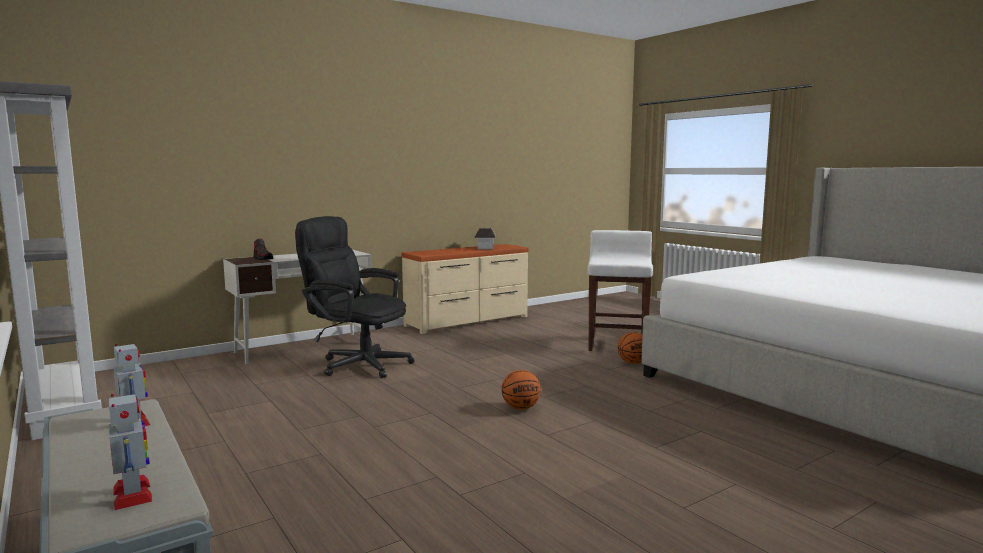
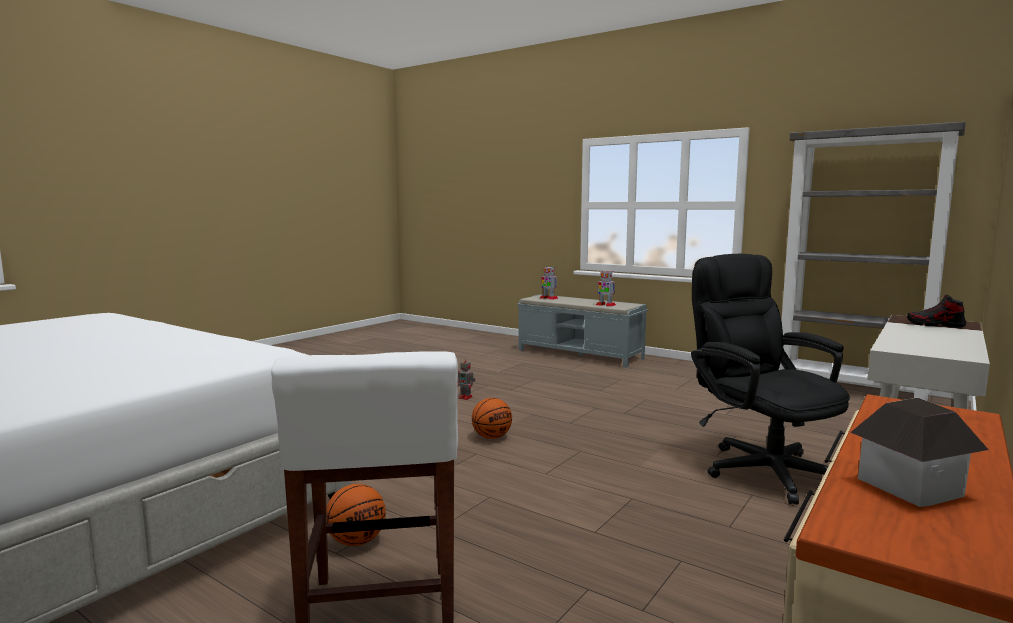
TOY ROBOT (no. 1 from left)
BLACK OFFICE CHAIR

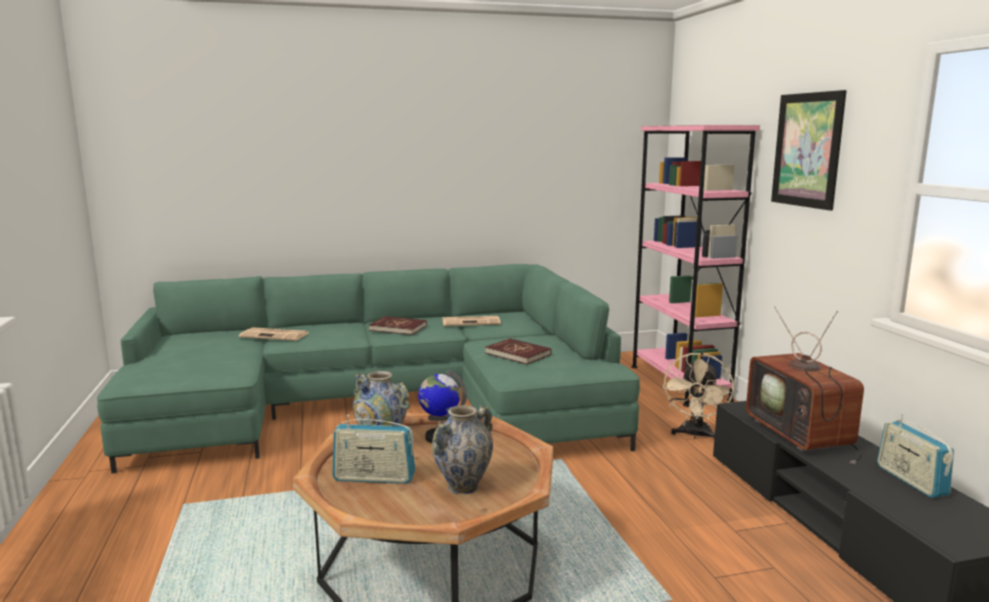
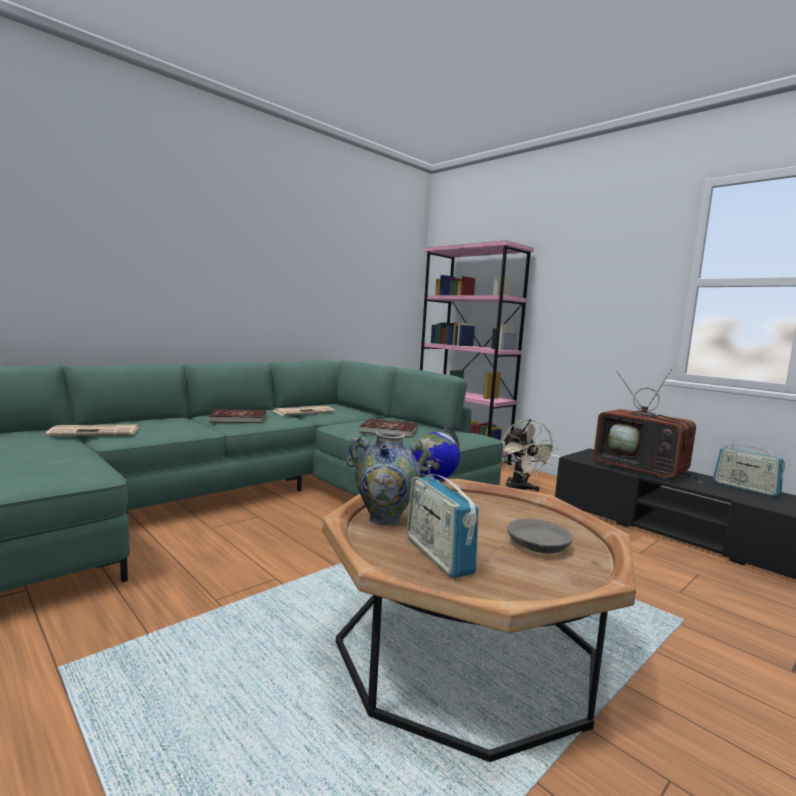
RADIO (no. 1 from left)
GREY BOWL
PICTURE

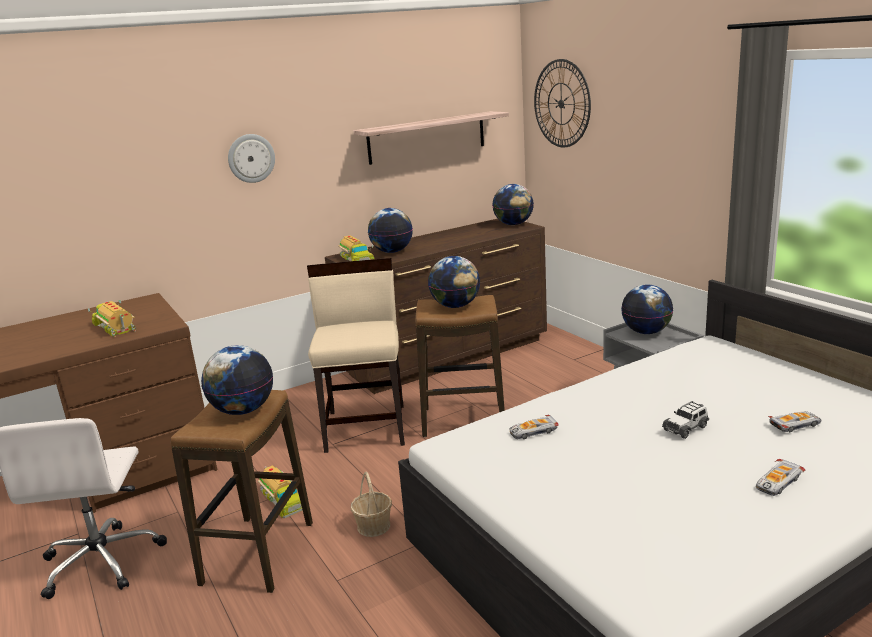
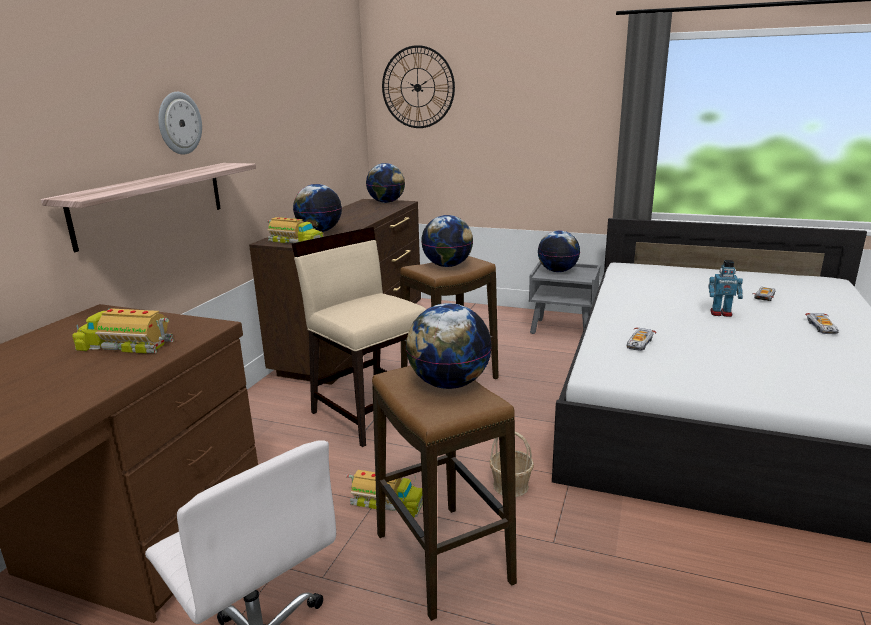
SHELF
TOY ROBOT

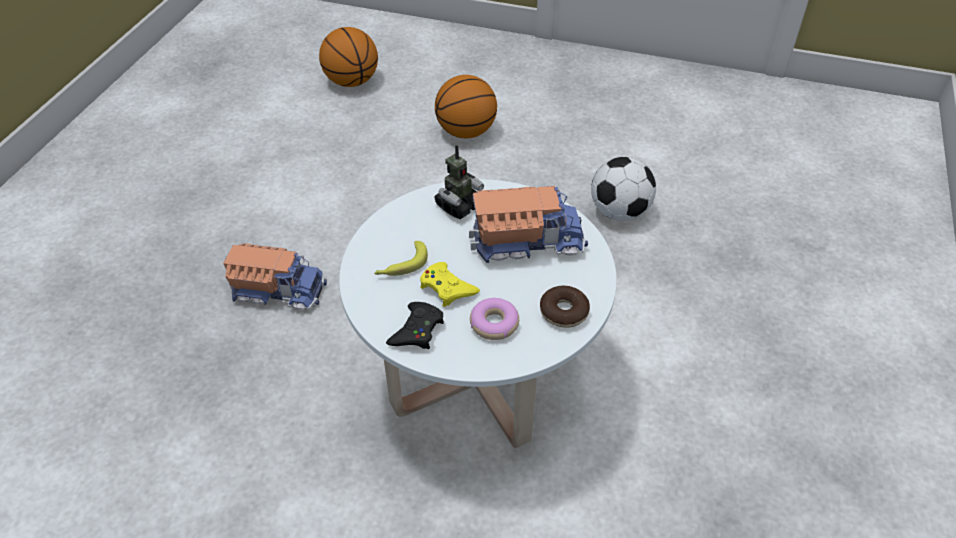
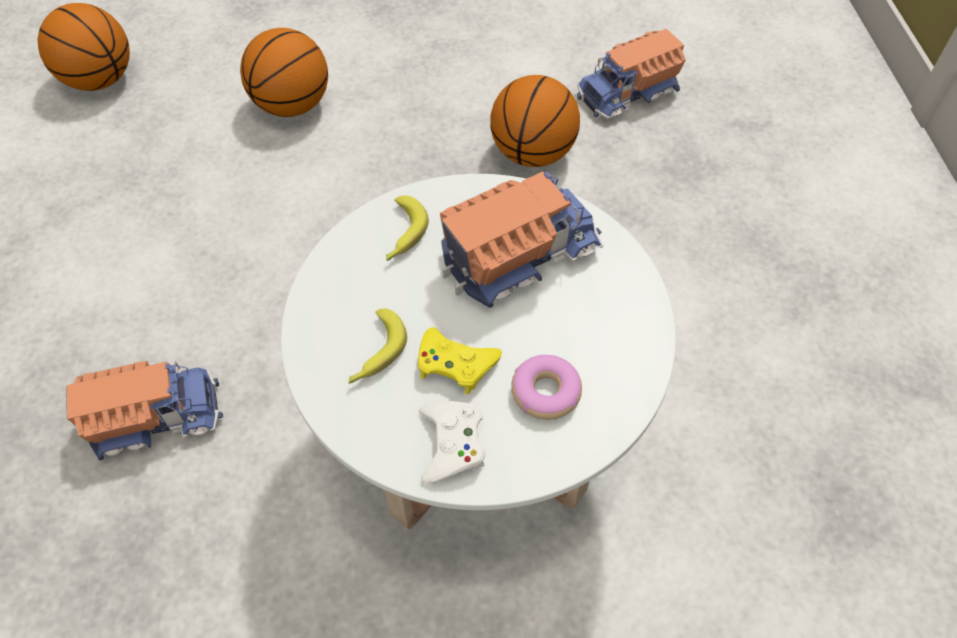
BANANA (no. 2 from left)
WHITE GAME CONTROLLER
BASKETBALL (no. 3 from left)
TOY TRUCK (no. 3 from left)
DONUT (no. 2 from left in the first image)

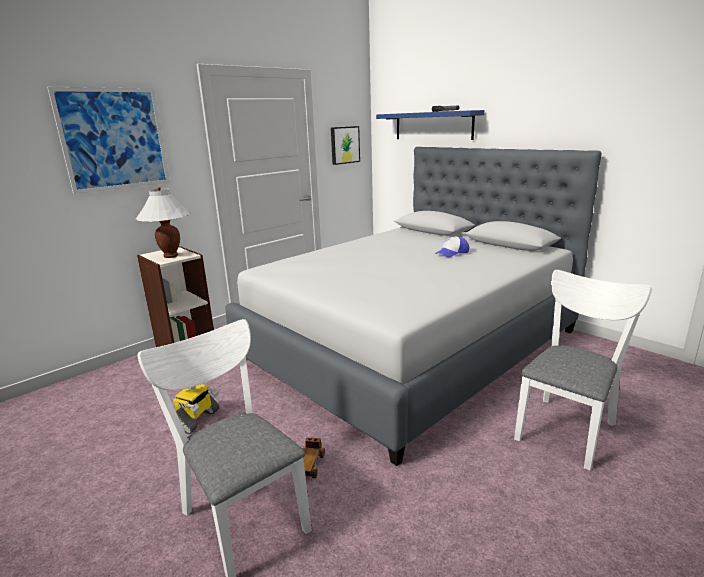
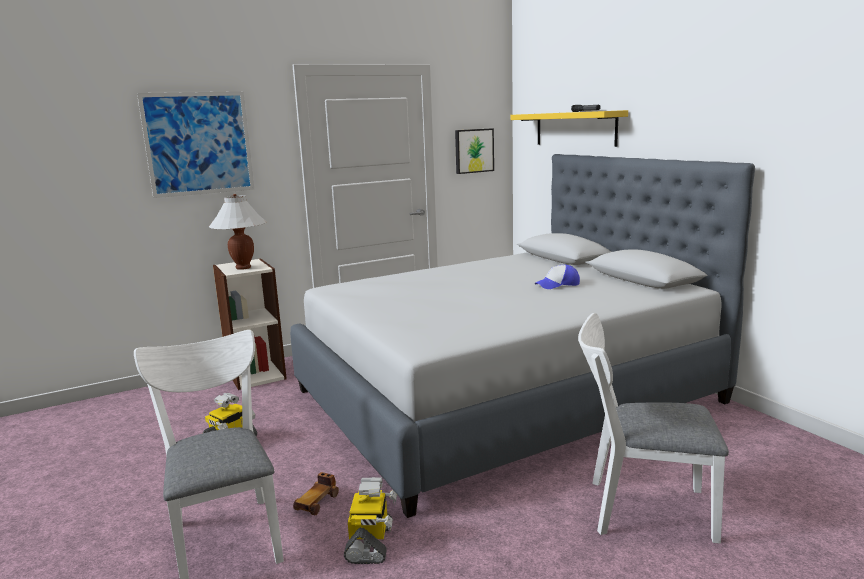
TOY ROBOT (no. 2 from left)
YELLOW SHELF
WHITE CHAIR (no. 2 from left)

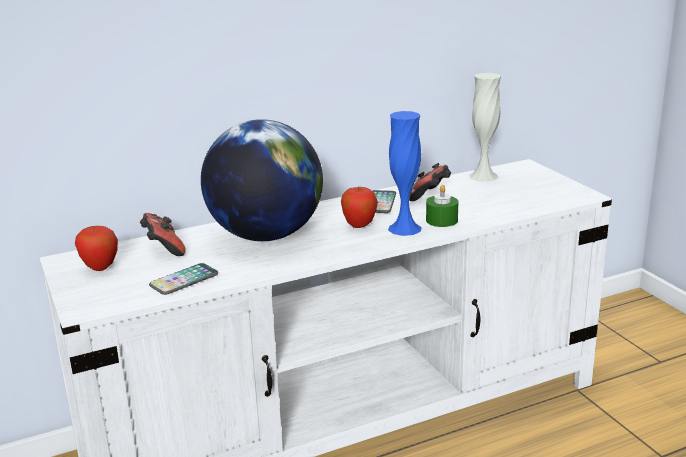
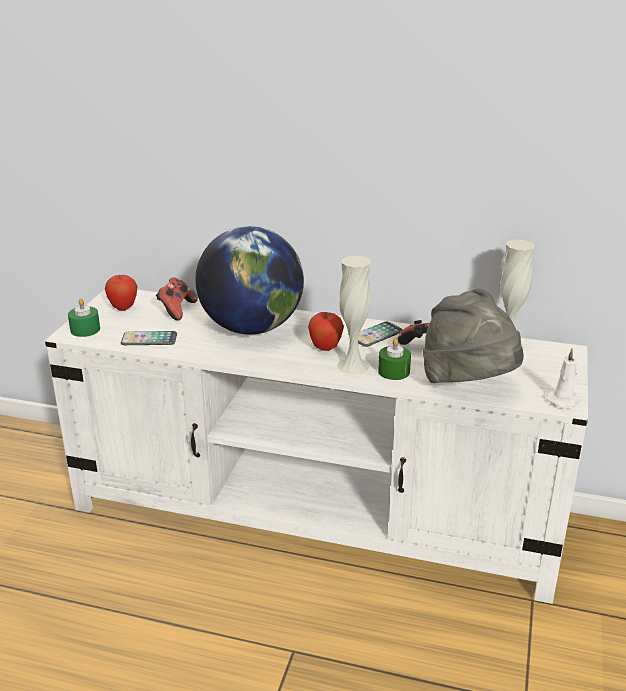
GREEN CANDLE (no. 1 from left)
WHITE VASE (no. 1 from left)
GREY HAT
WHITE CANDLE

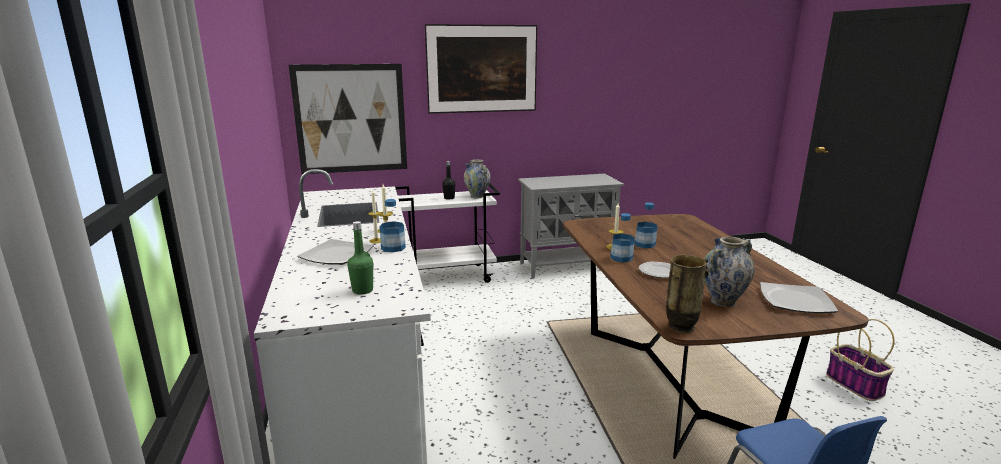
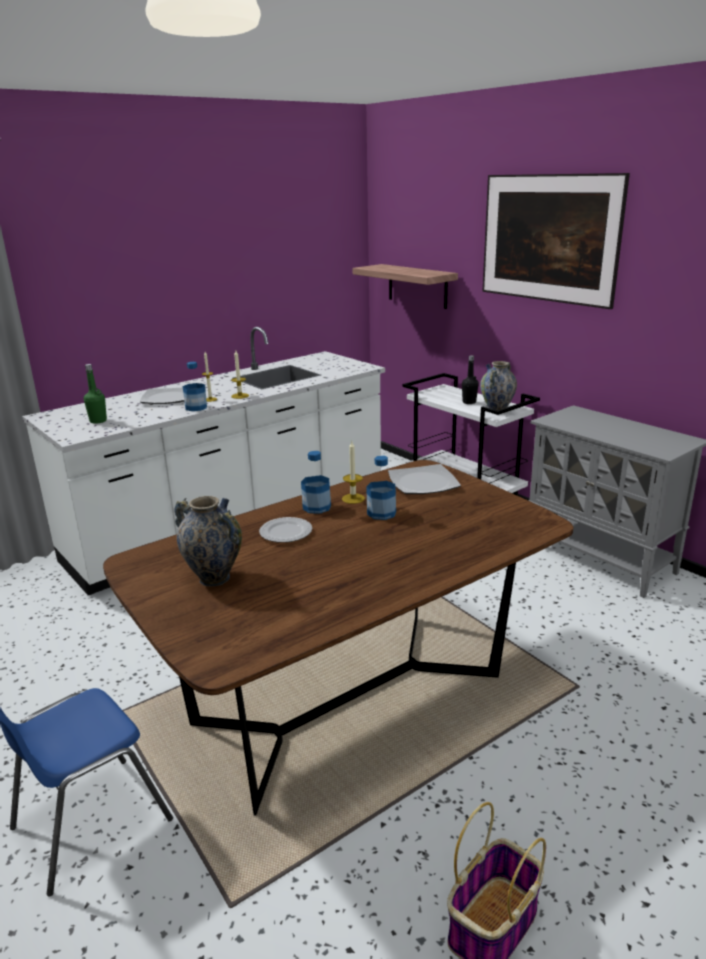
SHELF
PLATE (no. 3 from left)
VASE (no. 2 from left in the first image)

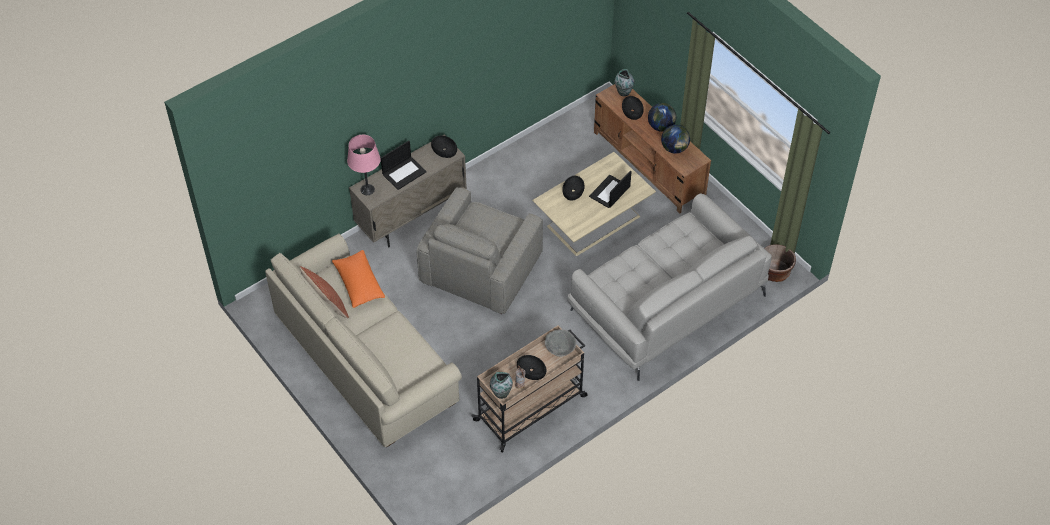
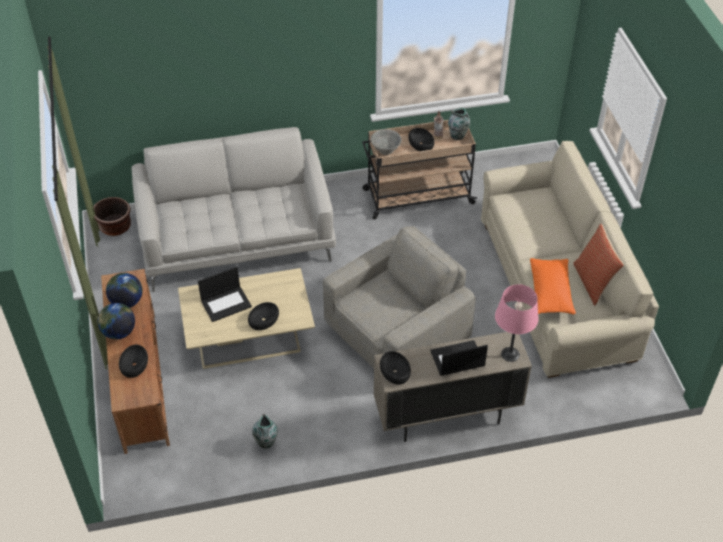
VASE (no. 1 from left)

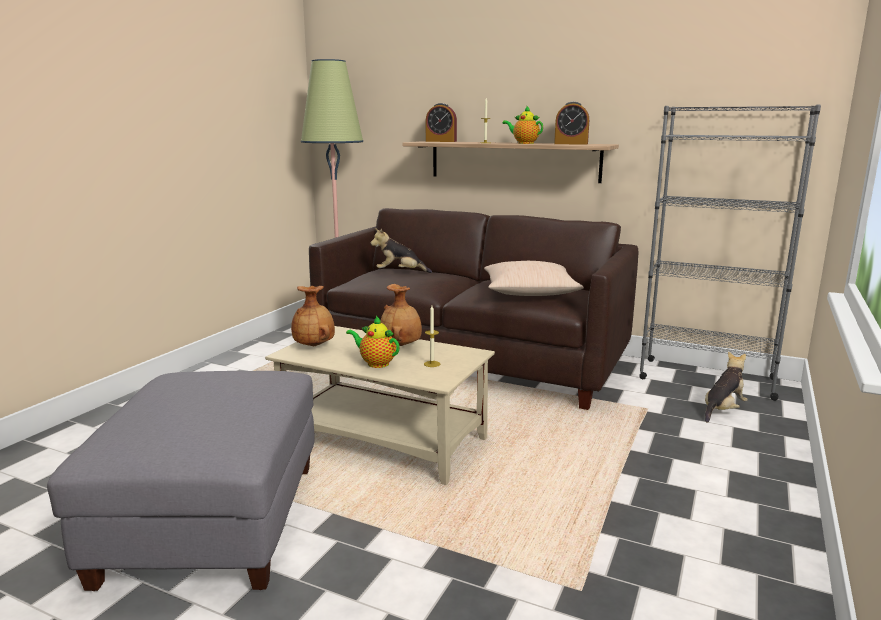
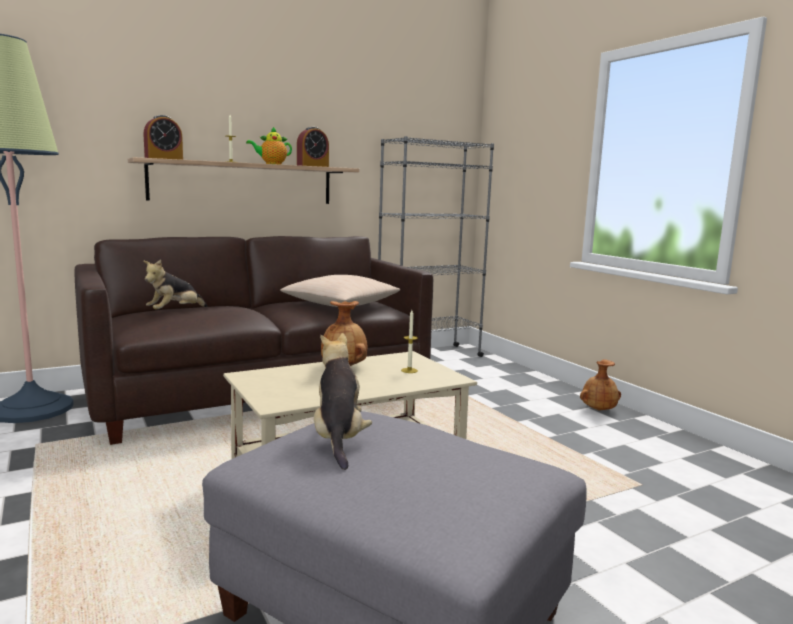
PLUSH TOY (no. 2 from left)
BROWN VASE (no. 2 from left)
TEAPOT (no. 1 from left in the first image)

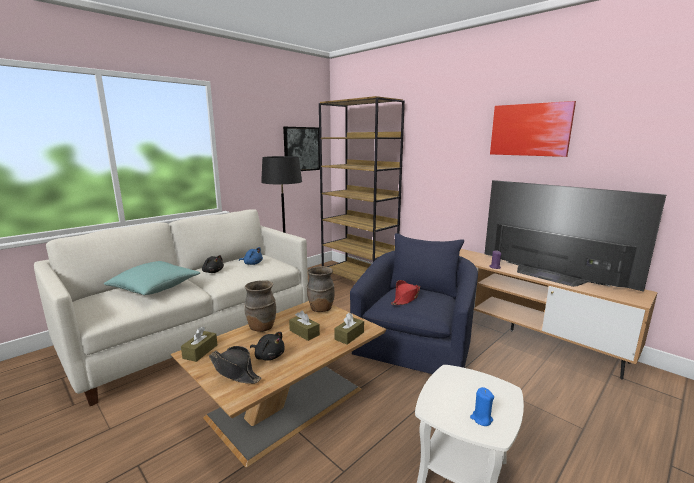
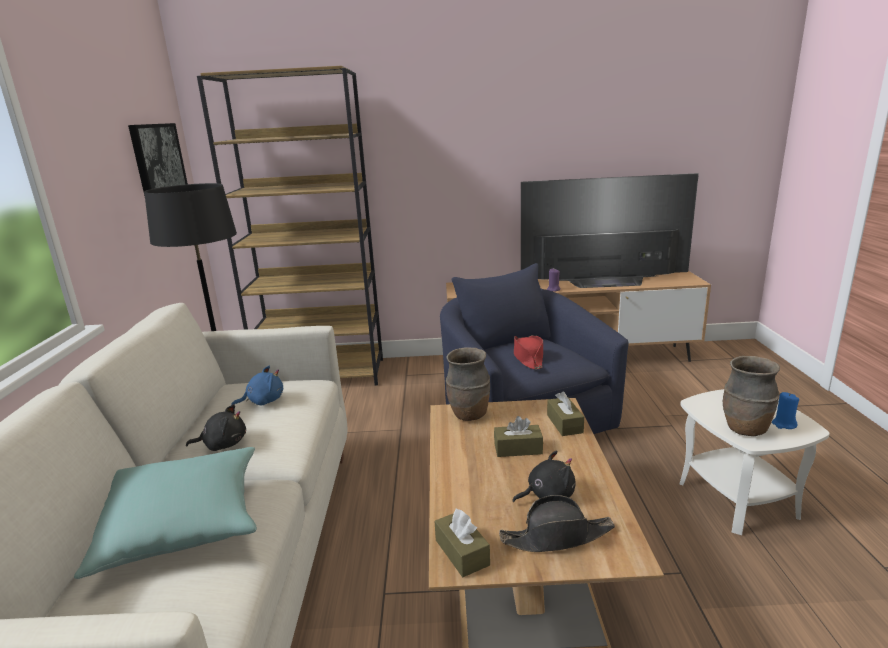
BROWN VASE (no. 2 from left)
PICTURE (no. 2 from left in the first image)

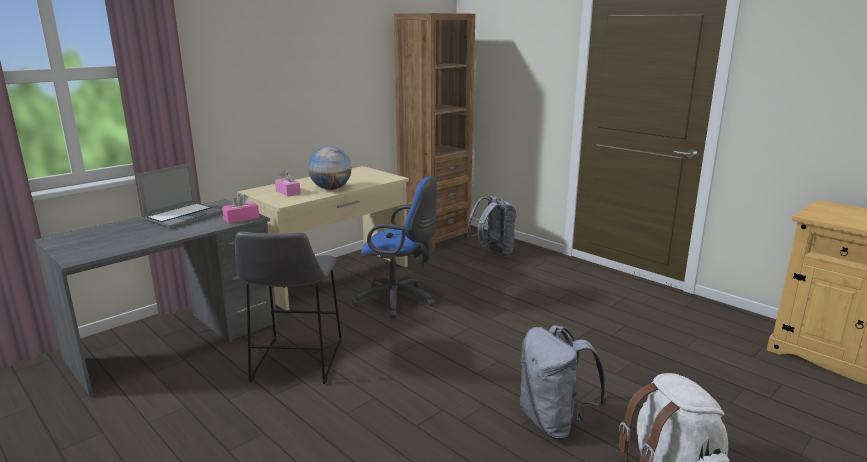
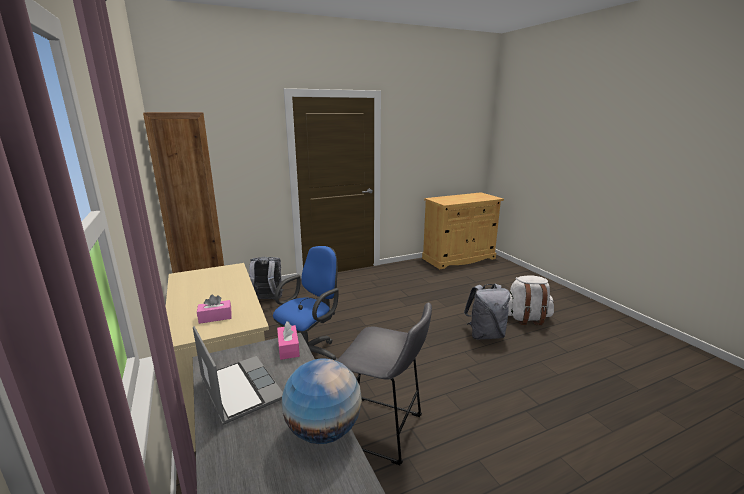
GLOBE

